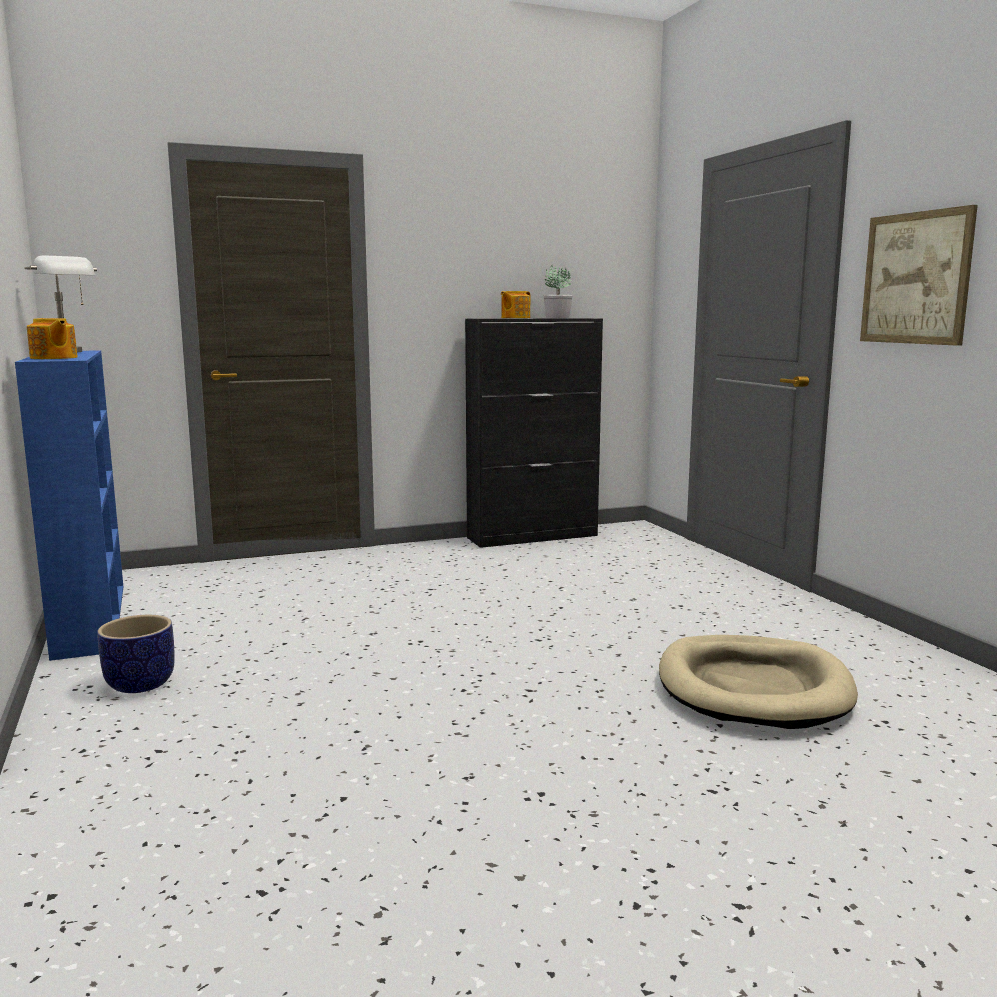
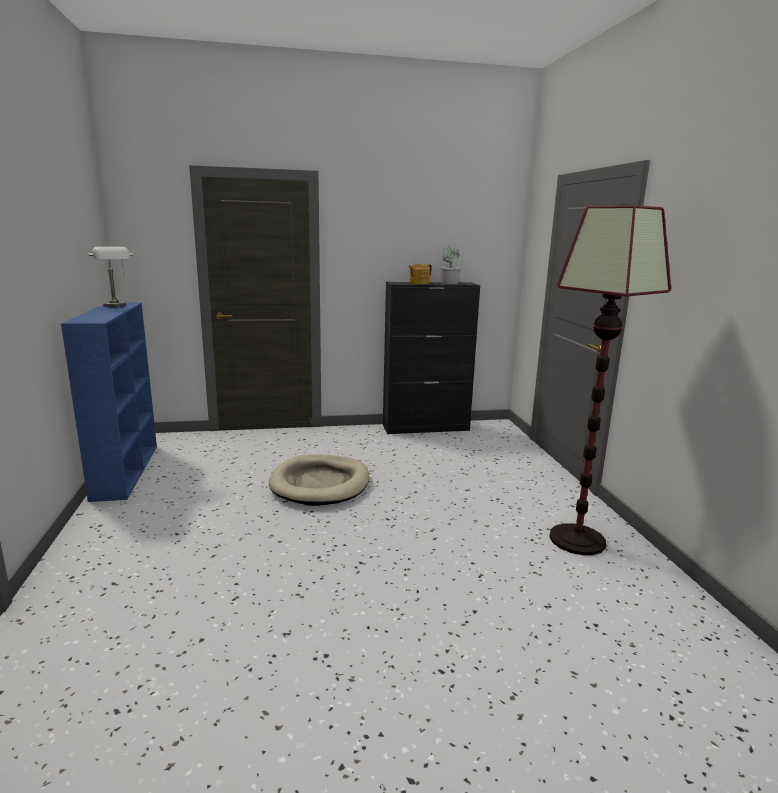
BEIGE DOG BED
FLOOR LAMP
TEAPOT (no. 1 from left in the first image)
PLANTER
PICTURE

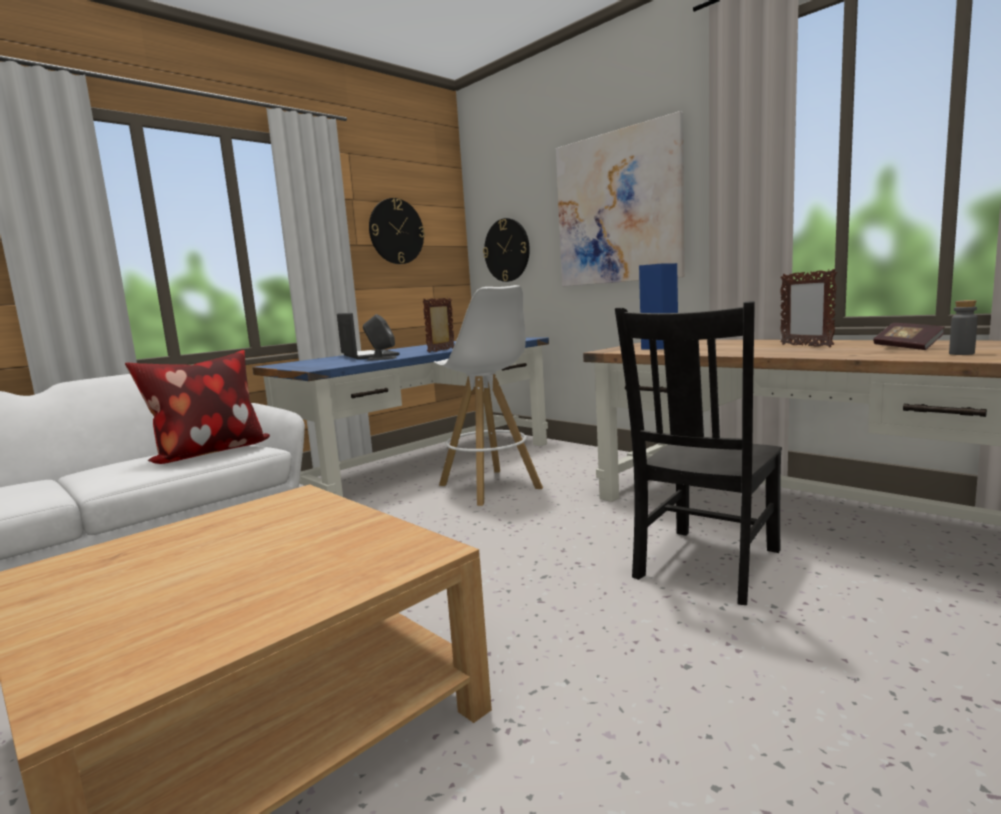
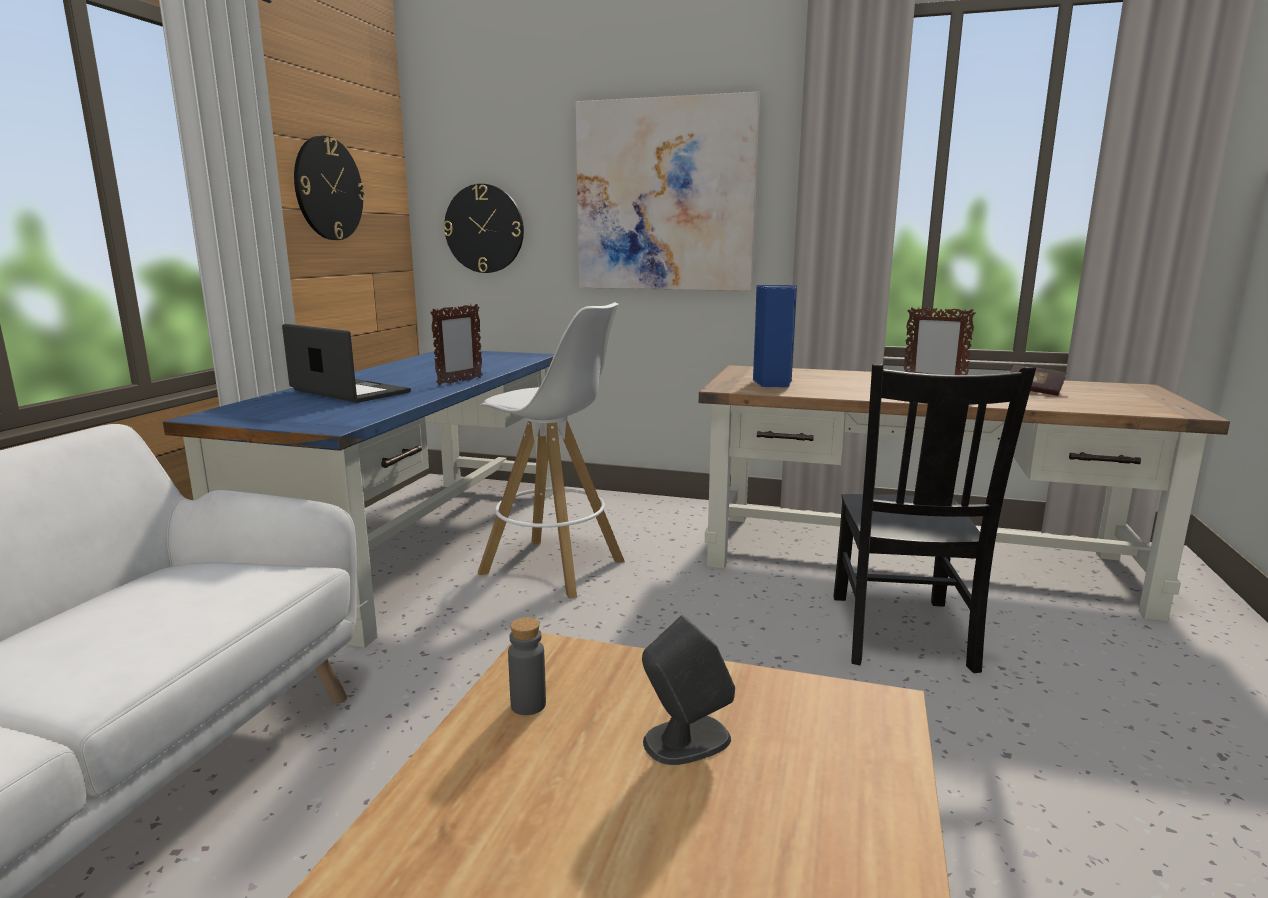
PICTURE FRAME (no. 1 from left)
GREY BOTTLE
GREY SPEAKER
PILLOW

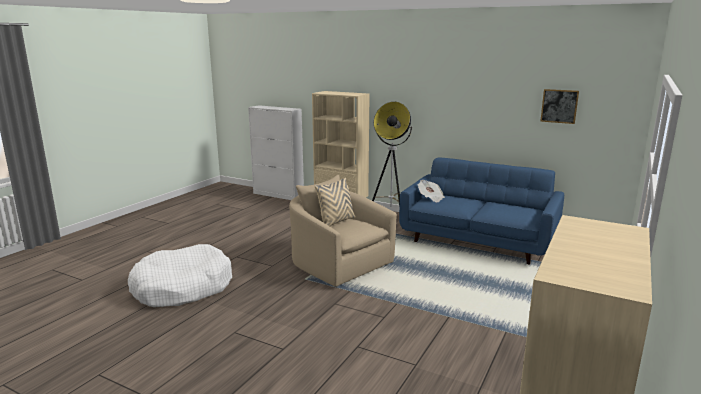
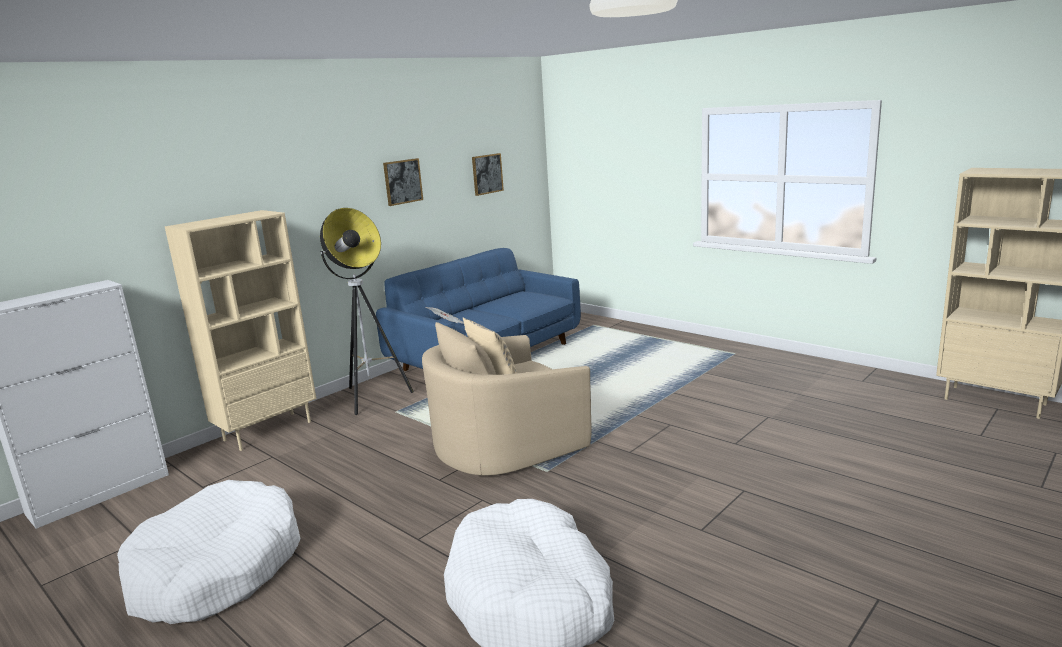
WHITE DOG BED (no. 1 from left)
PICTURE (no. 1 from left)

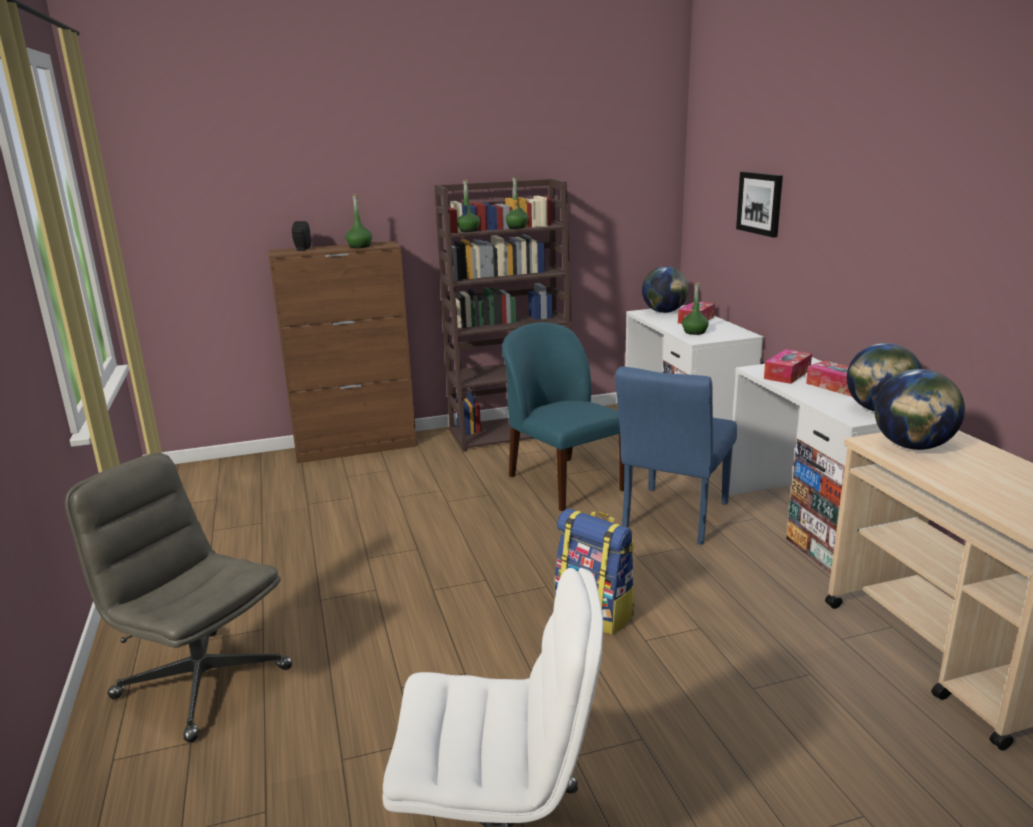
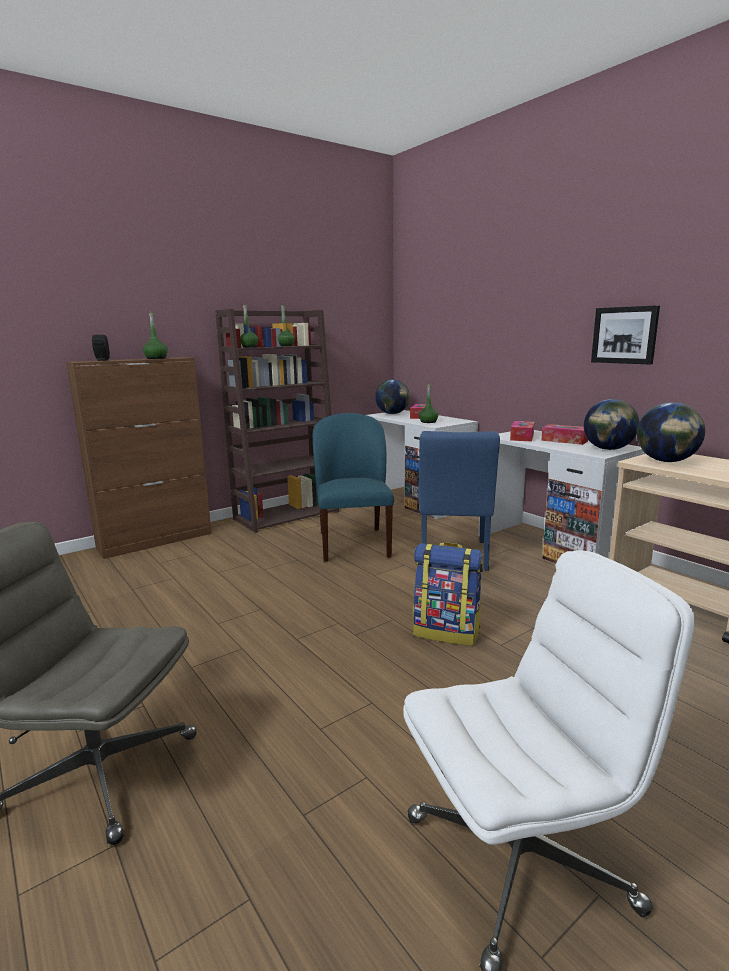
BLUE CHAIR (no. 1 from left)
PICTURE

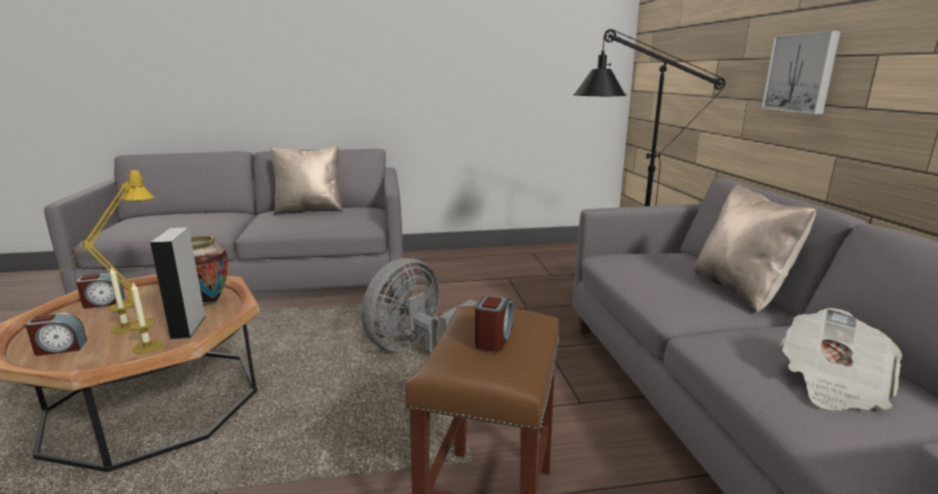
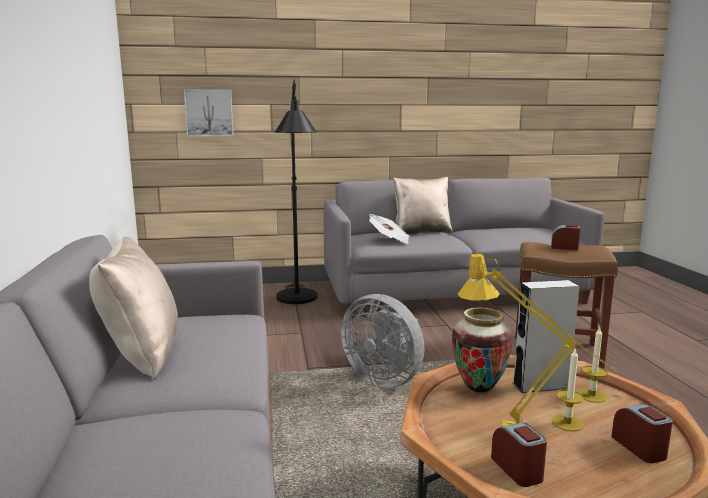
PICTURE
NEWSPAPER

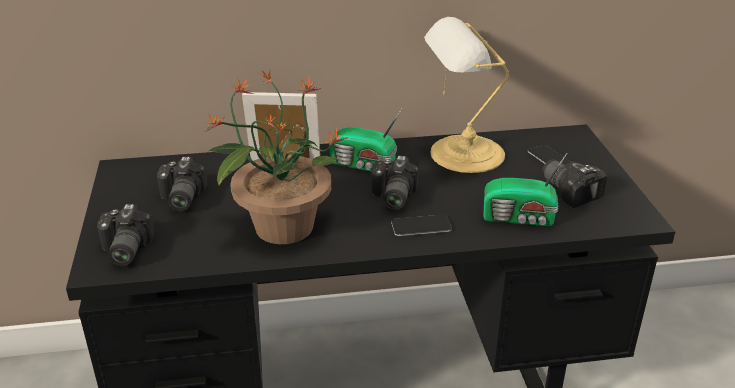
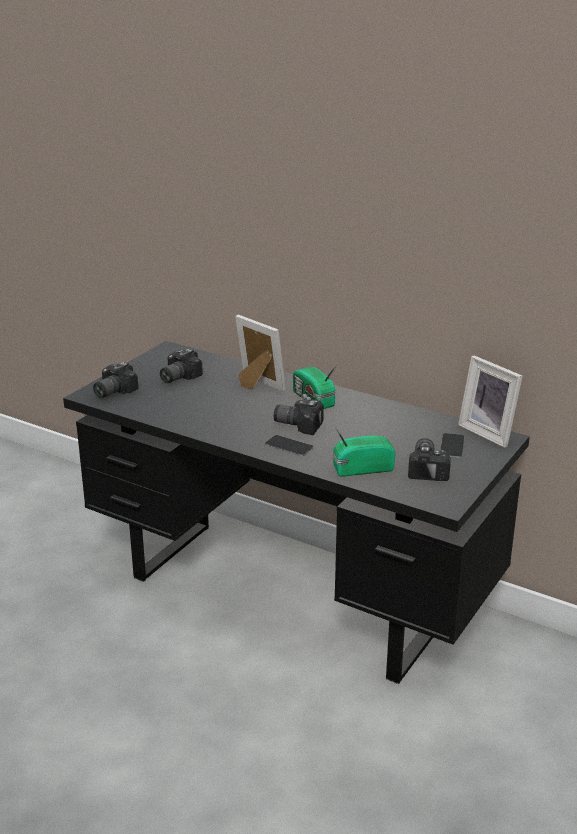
PHOTO CAMERA (no. 3 from left)
RADIO (no. 2 from left)
PICTURE FRAME (no. 2 from left)
POTTED PLANT
TABLE LAMP

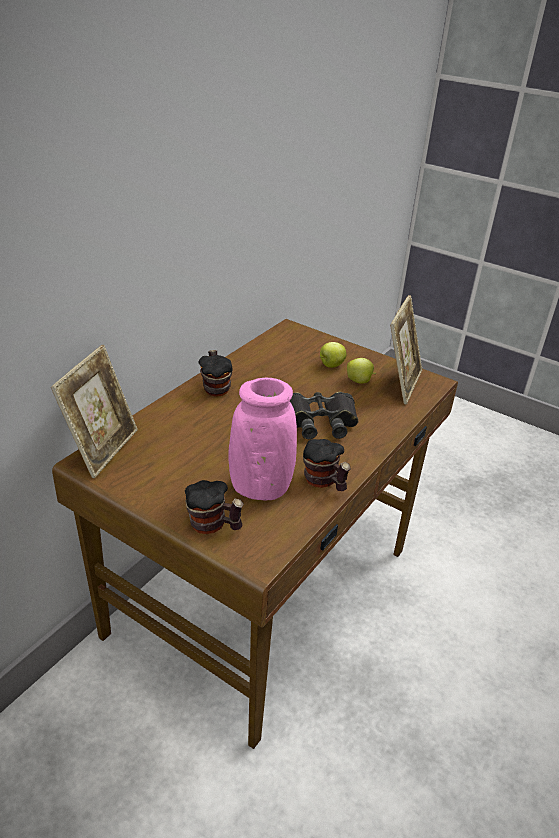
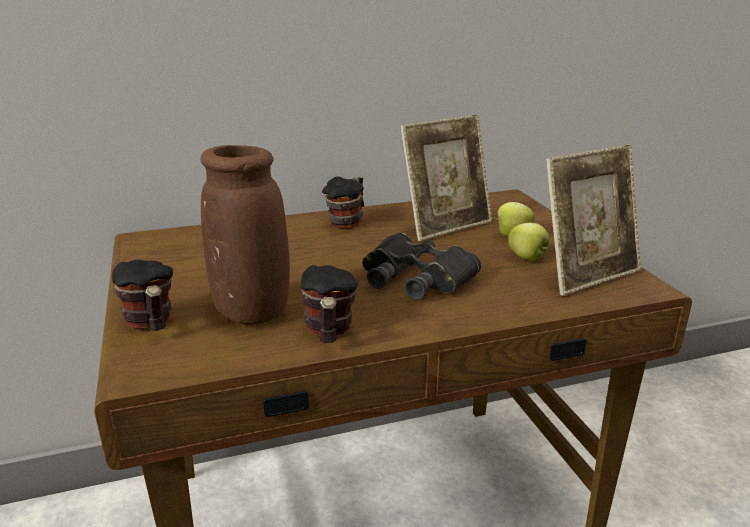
BROWN VASE
PICTURE FRAME (no. 1 from left)

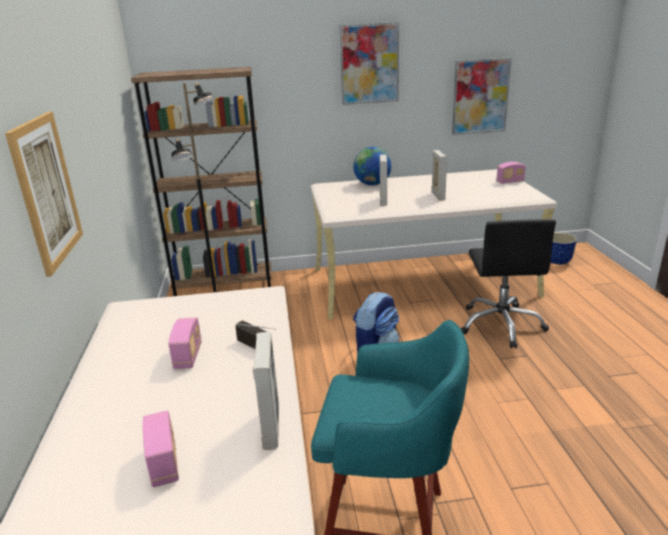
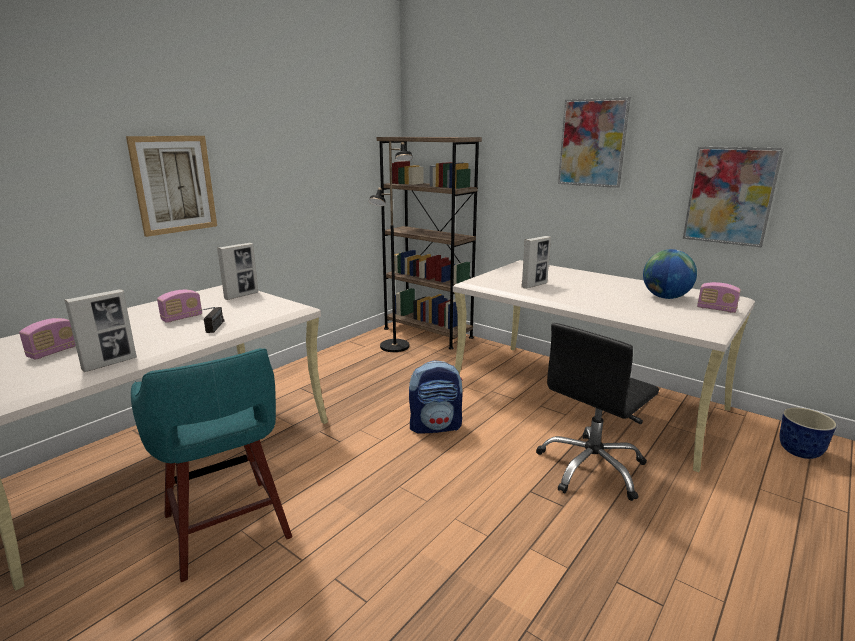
PICTURE FRAME (no. 2 from left)
GLOBE

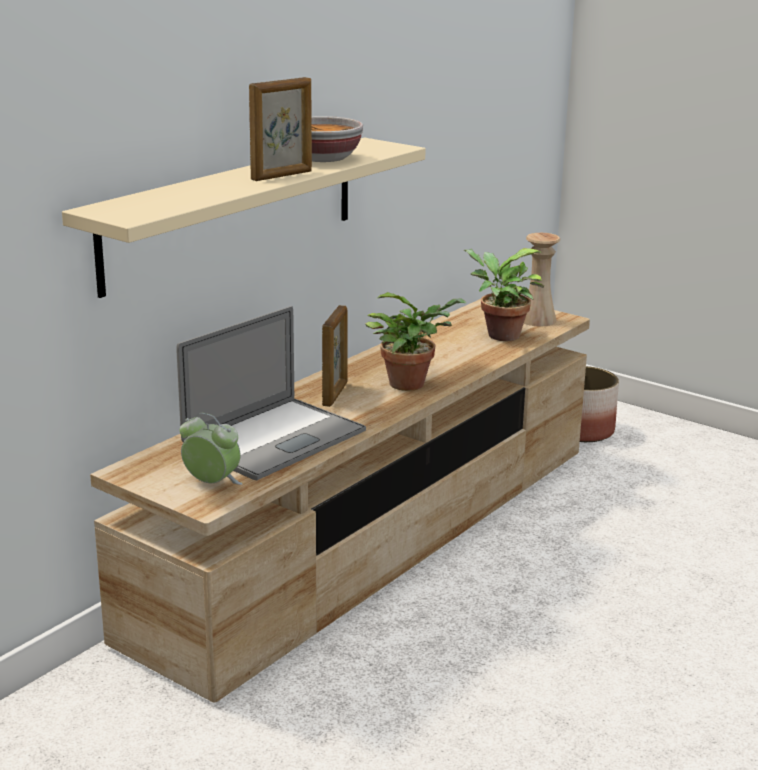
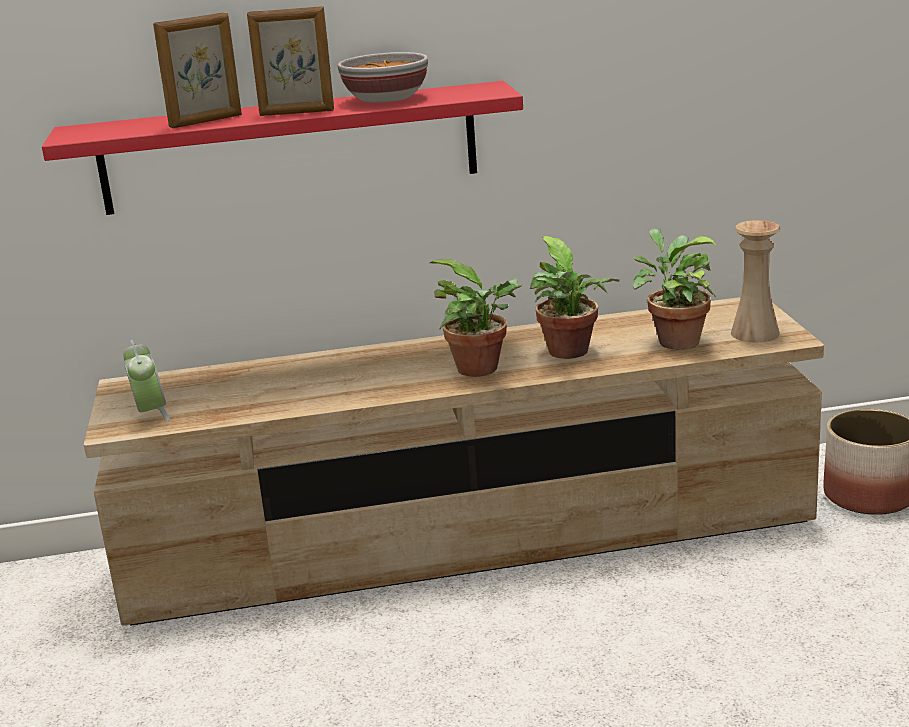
RED SHELF
PICTURE FRAME (no. 1 from left)
POTTED PLANT (no. 2 from left)
LAPTOP

